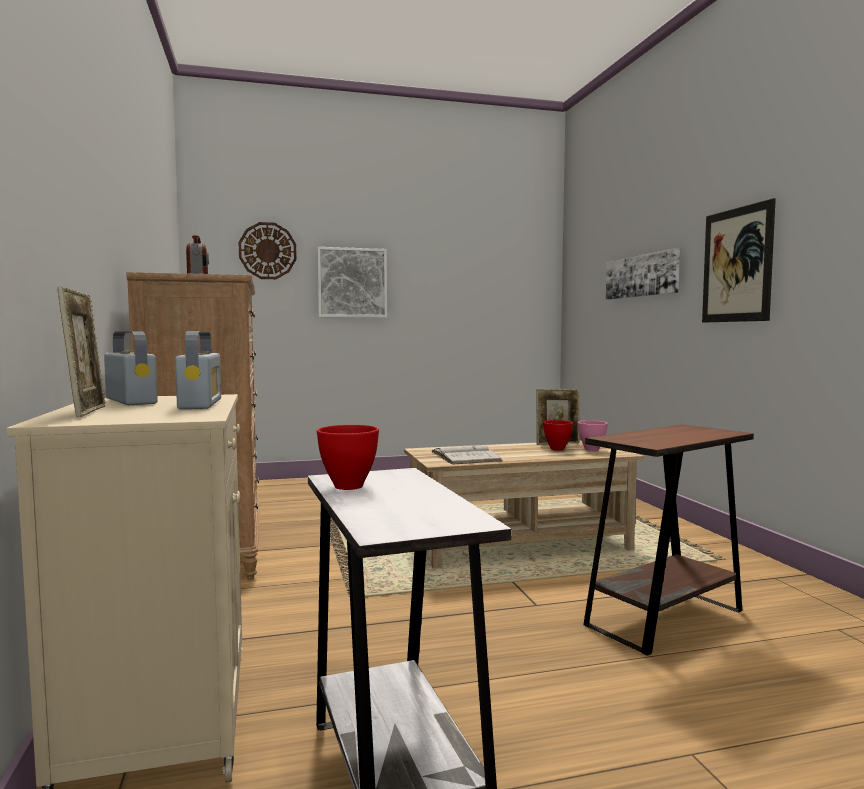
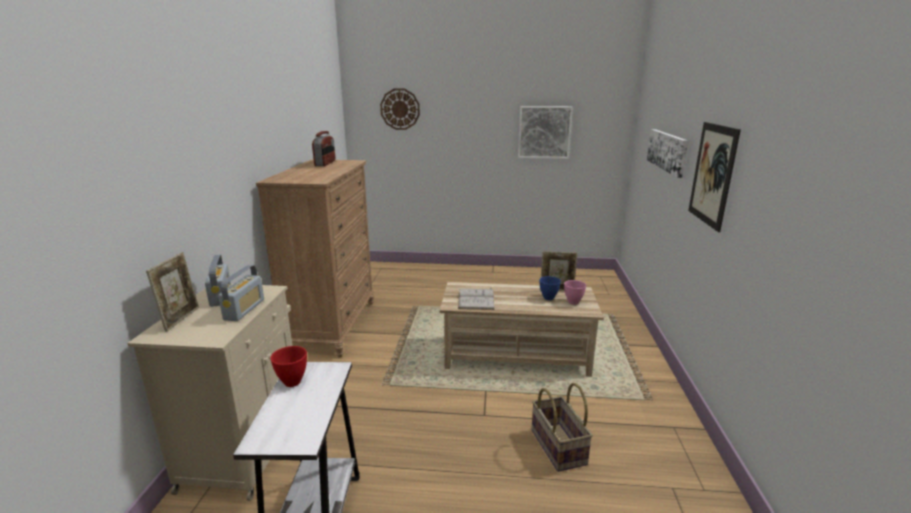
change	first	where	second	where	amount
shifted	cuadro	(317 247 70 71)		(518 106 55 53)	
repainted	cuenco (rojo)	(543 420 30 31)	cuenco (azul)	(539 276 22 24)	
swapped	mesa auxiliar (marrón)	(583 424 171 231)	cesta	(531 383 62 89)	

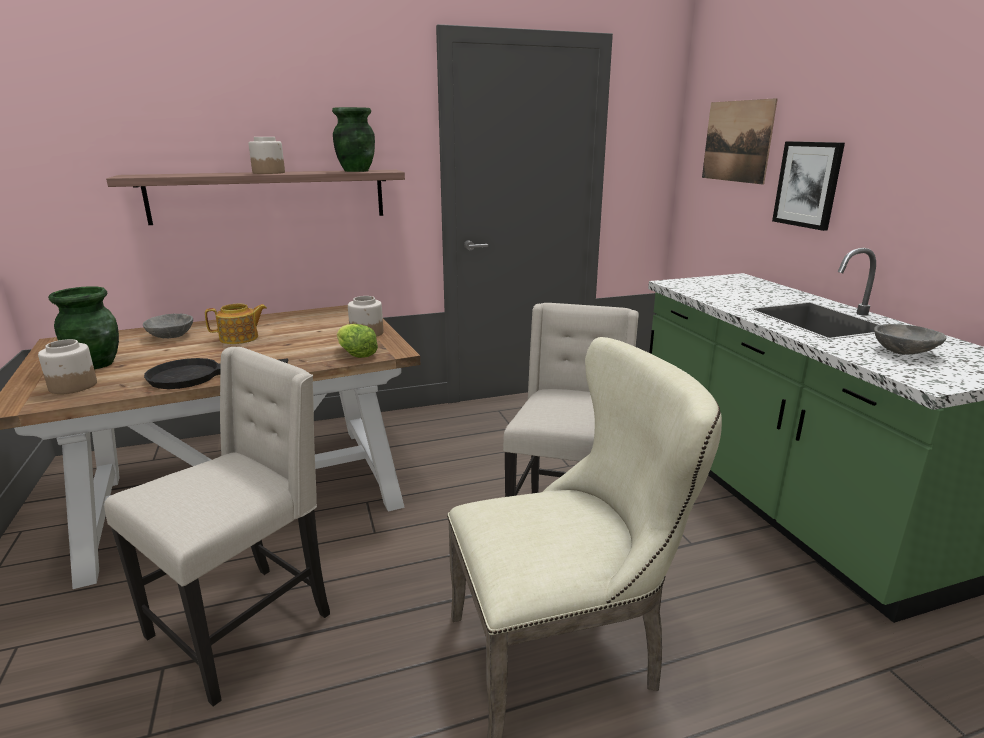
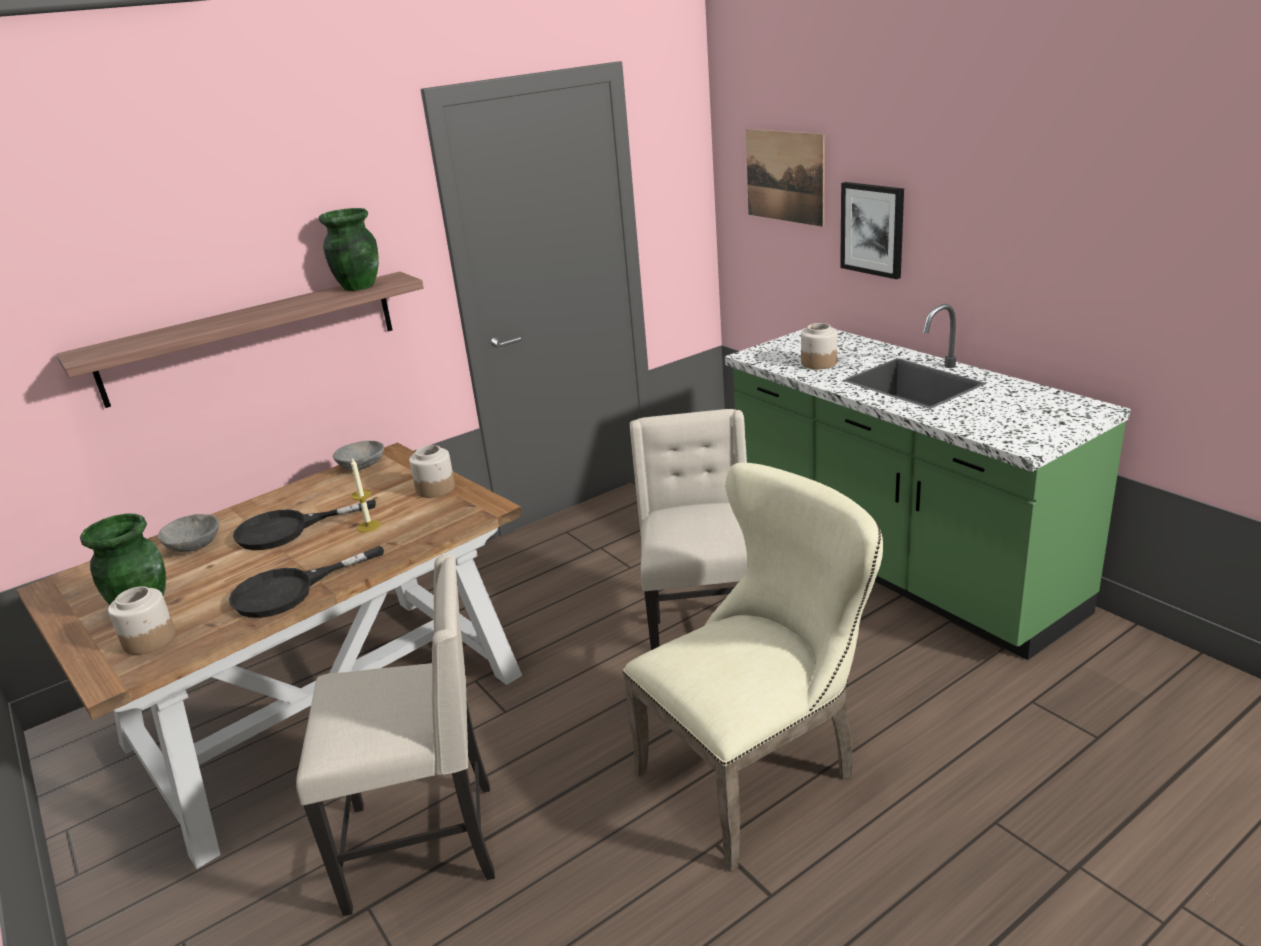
change	first	where	second	where	amount
shifted	tarro	(248 137 37 37)		(801 323 36 46)	
swapped	tetera	(205 303 62 41)	sartén (negro)	(233 499 143 51)	
gone	lechuga	(337 324 41 34)			
shifted	cuenco (gris)	(874 324 72 31)		(333 441 51 30)	
rotated	silla (beis)	(104 347 226 360)		(296 554 199 362)	60 degrees clockwise
new			vela	(351 458 30 74)	

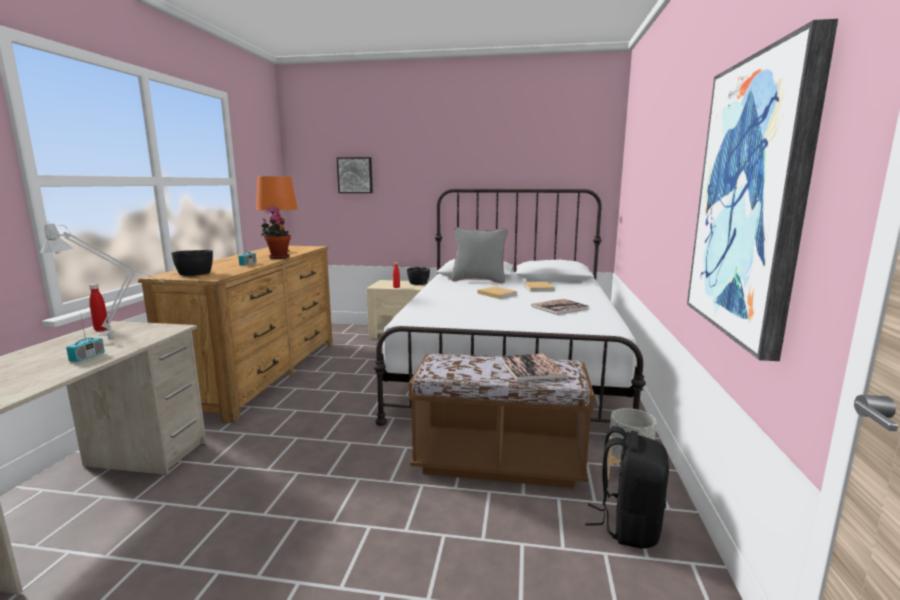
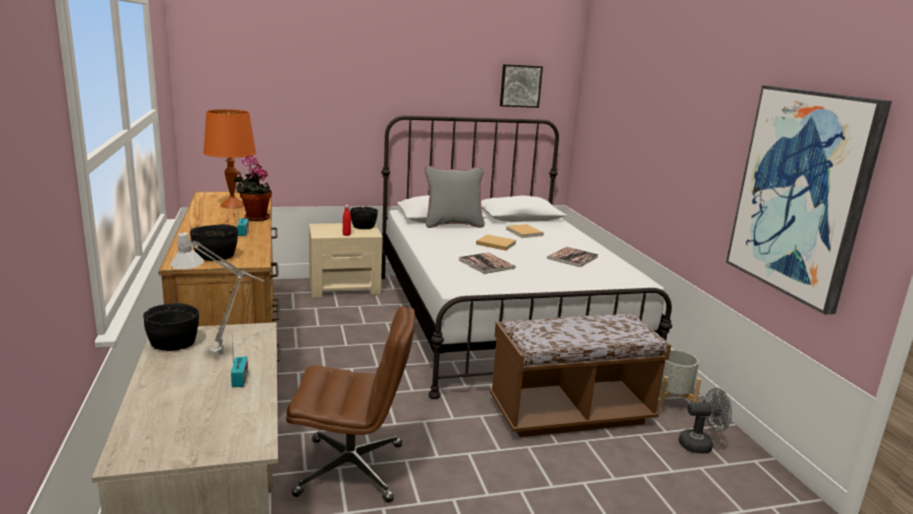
change	first	where	second	where	amount
shifted	cuadro	(337 157 36 36)		(500 64 43 44)	
swapped	botella (rojo)	(89 284 19 47)	cuenco (negro)	(143 303 56 48)	
shifted	libro	(500 353 67 29)		(459 253 57 21)	
swapped	mochila (negro)	(585 426 84 123)	ventilador (gris)	(679 388 53 66)	
new			silla de oficina (marrón)	(286 306 129 196)	

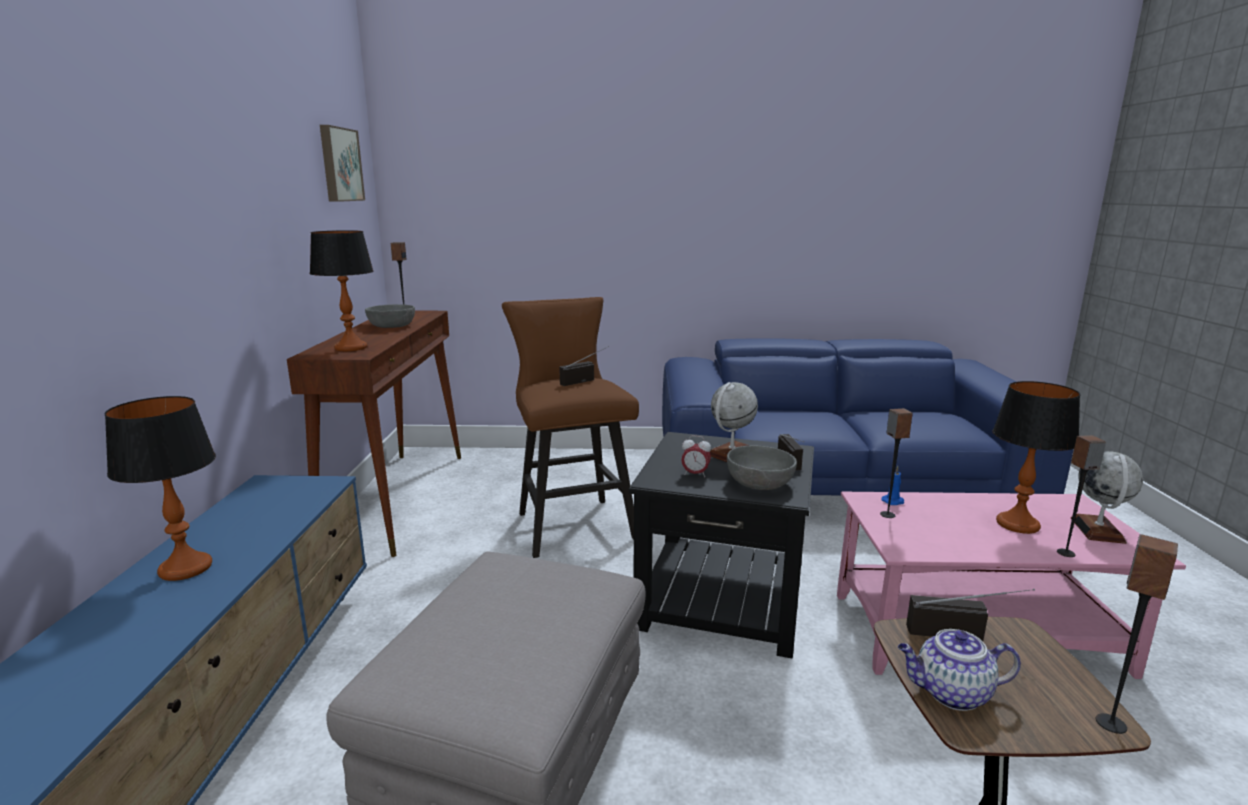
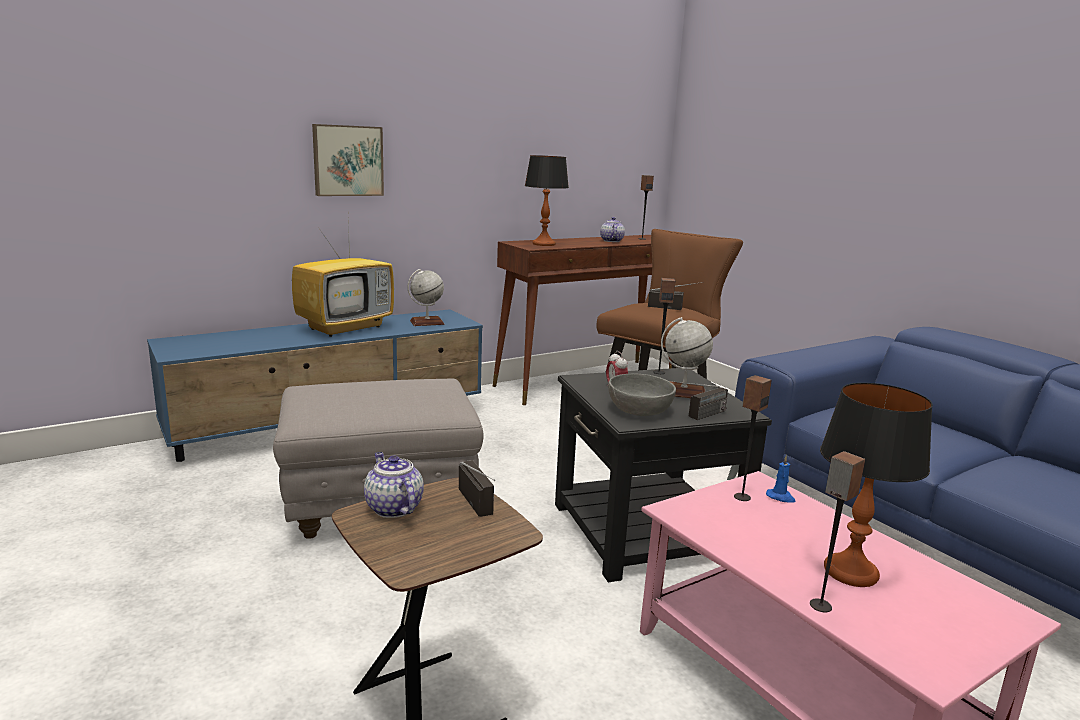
change	first	where	second	where	amount
shifted	cuadro	(320 125 45 77)		(312 124 72 72)	
swapped	cuenco (gris)	(365 304 50 24)	tetera	(600 217 25 25)	
swapped	lámpara de mesa	(105 396 111 185)	televisor	(292 220 102 117)	
shifted	globo terráqueo	(1071 451 72 93)		(407 269 37 57)	
shifted	altavoz	(1095 534 83 200)		(653 278 22 96)	

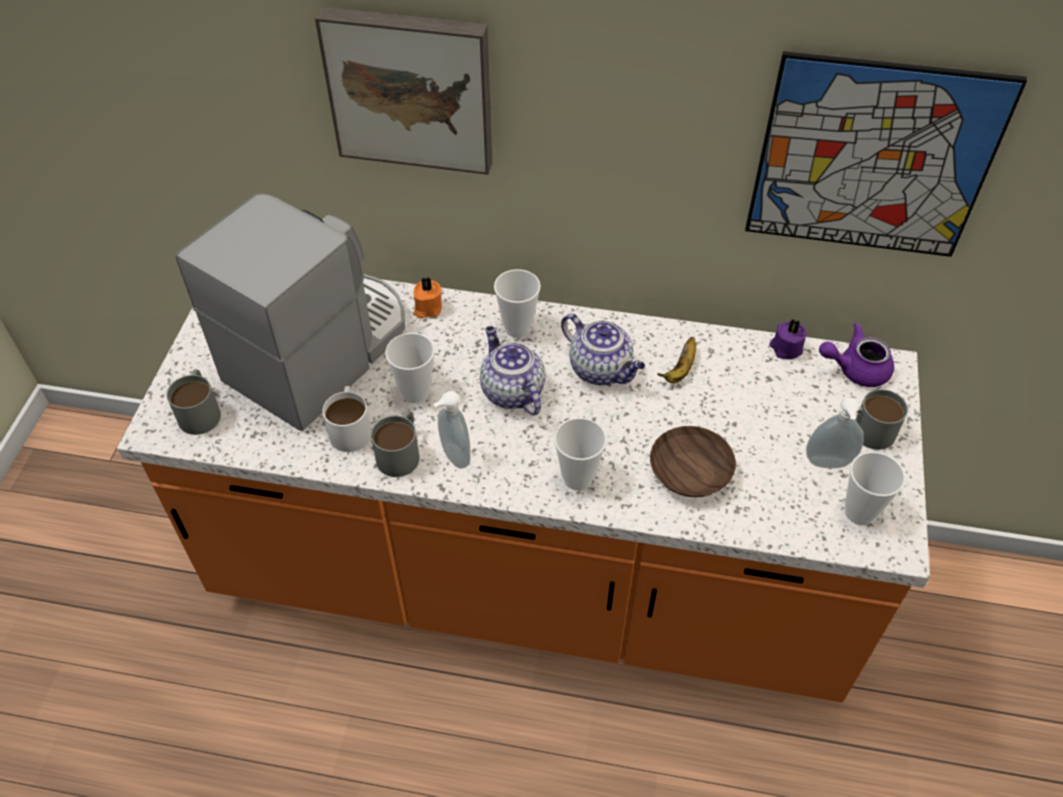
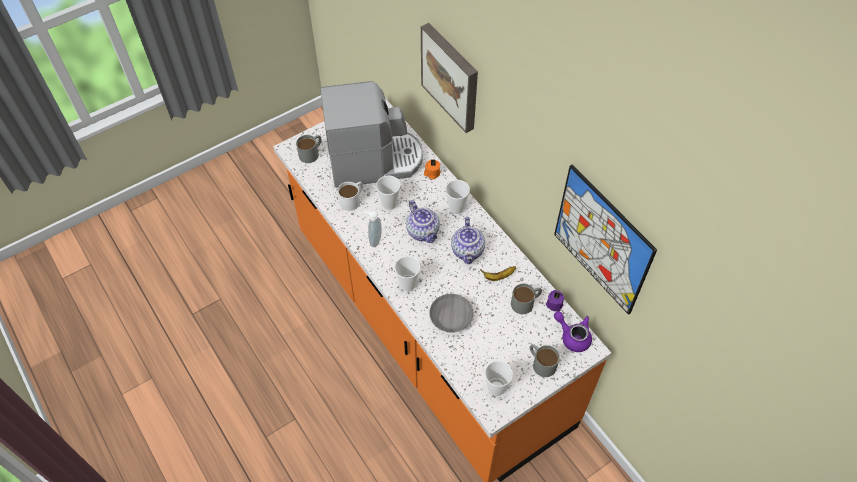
change	first	where	second	where	amount
rotated	tetera	(480 326 66 89)		(406 200 34 43)	135 degrees clockwise
gone	dispensador de jabón	(806 398 58 70)			
shifted	taza grande (gris)	(371 411 49 66)		(511 283 31 31)	
repainted	cuenco (marrón)	(650 426 86 71)	cuenco (gris)	(429 294 45 39)	

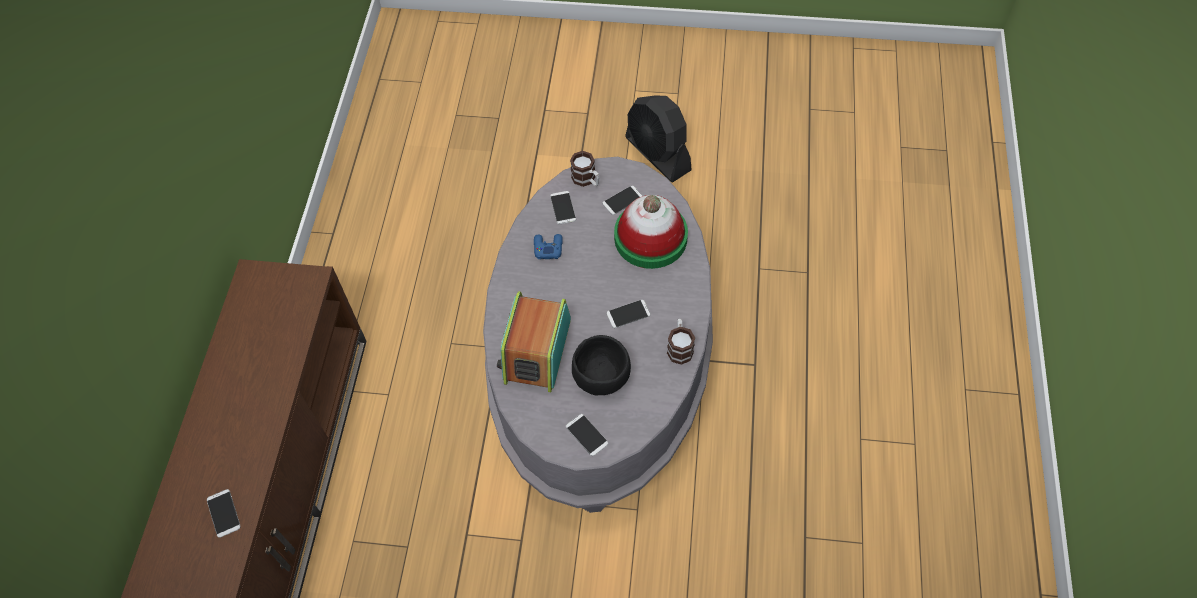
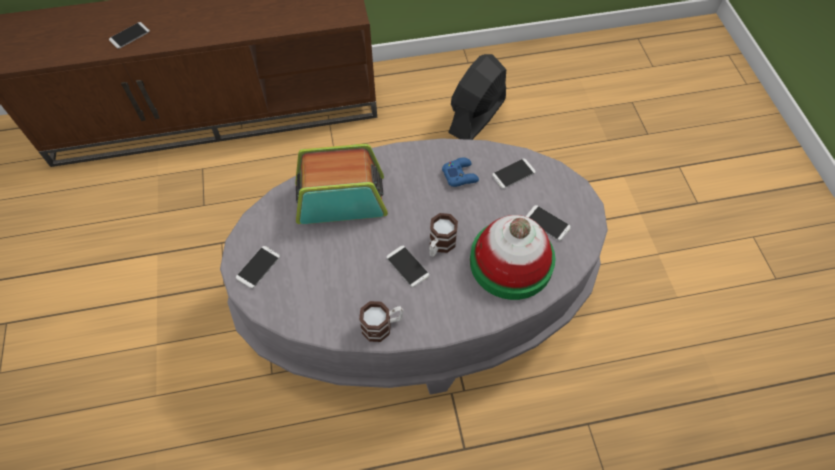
change	first	where	second	where	amount
shifted	ventilador (negro)	(625 95 67 87)		(448 54 58 86)	
shifted	taza grande	(570 151 30 36)		(429 213 29 44)	
gone	cuenco (negro)	(572 335 59 61)			

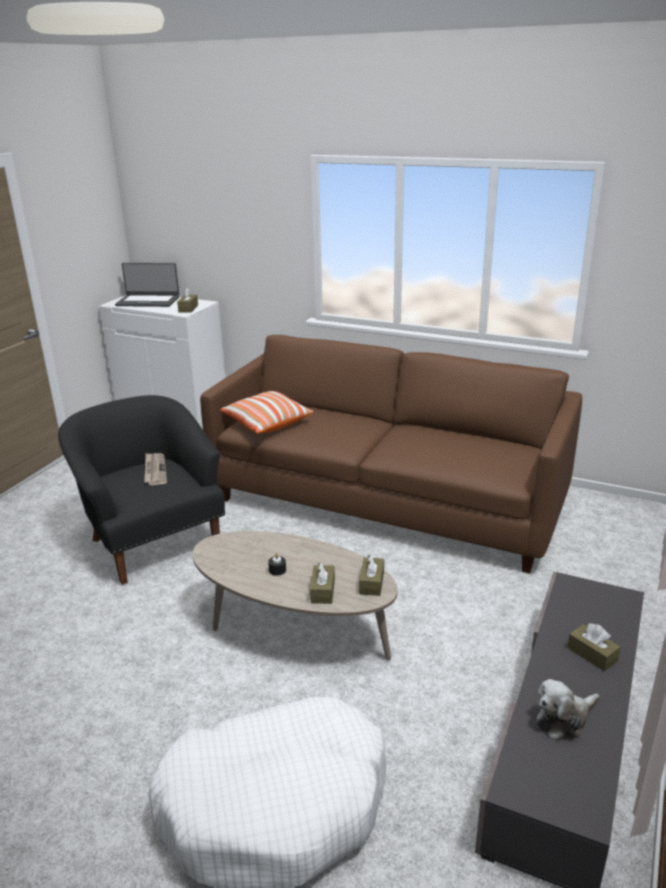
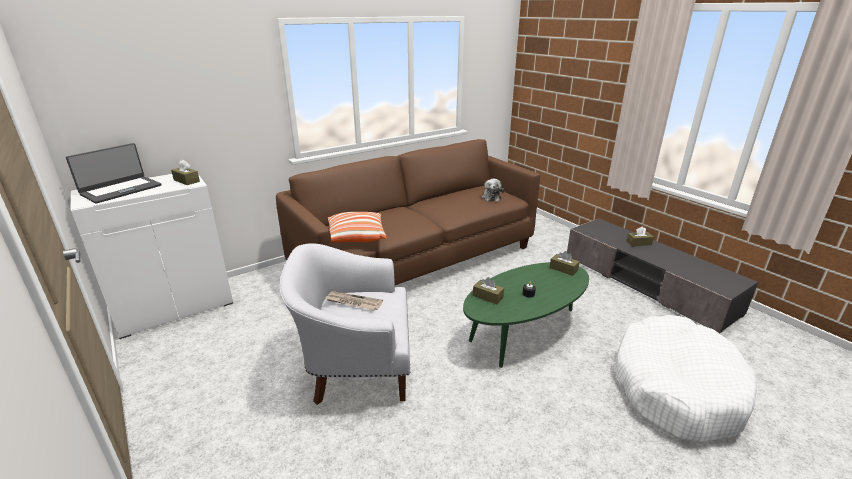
change	first	where	second	where	amount
repainted	sillón (negro)	(58 395 167 190)	sillón (blanco)	(279 243 131 162)	
repainted	mesa de centro (beis)	(192 531 206 129)	mesa de centro (verde)	(463 262 126 106)	
shifted	caja de pañuelos (marrón)	(310 562 25 42)		(473 277 31 27)	
shifted	peluche	(536 679 64 62)		(482 179 22 23)	

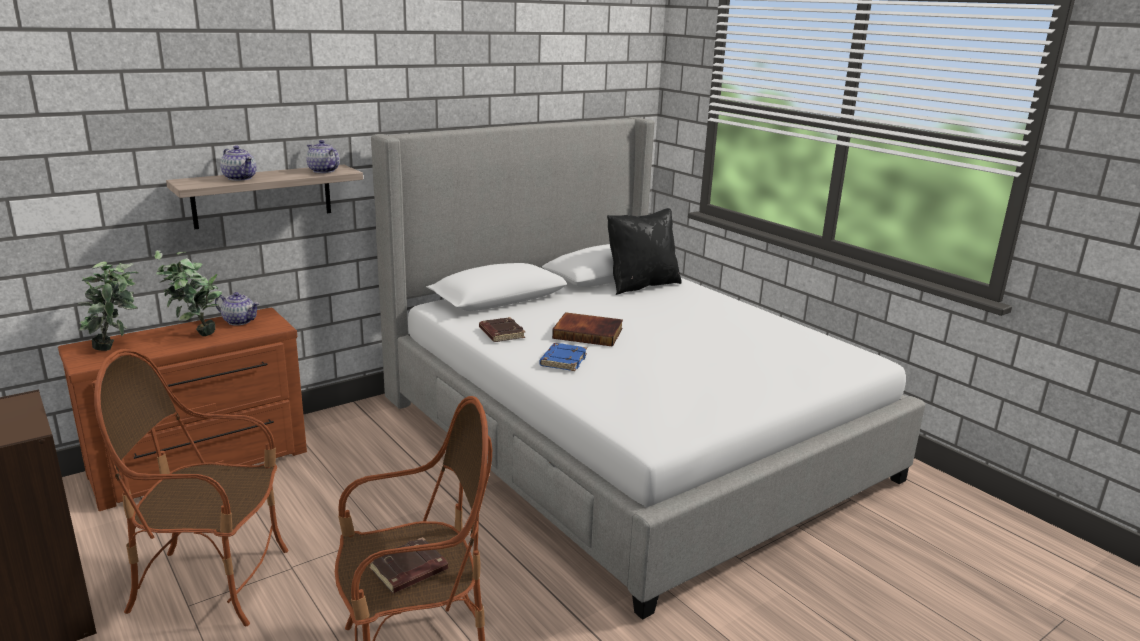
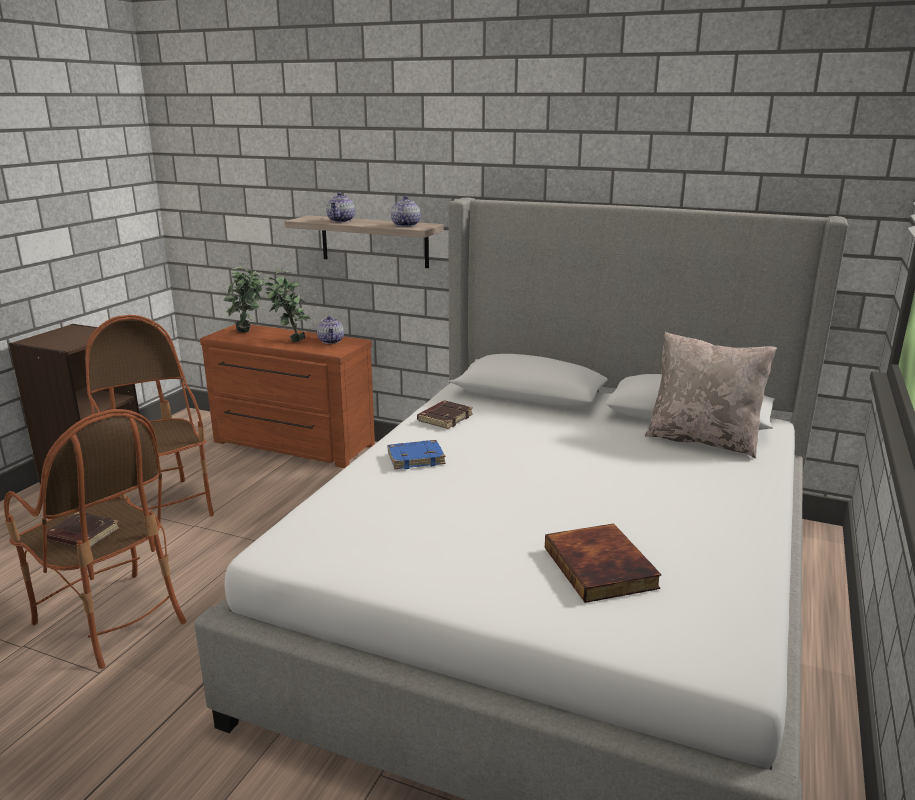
change	first	where	second	where	amount
repainted	cojín (negro)	(607 208 75 87)	cojín (beis)	(645 332 132 127)	
shifted	libro	(552 312 71 35)		(545 523 116 80)	

